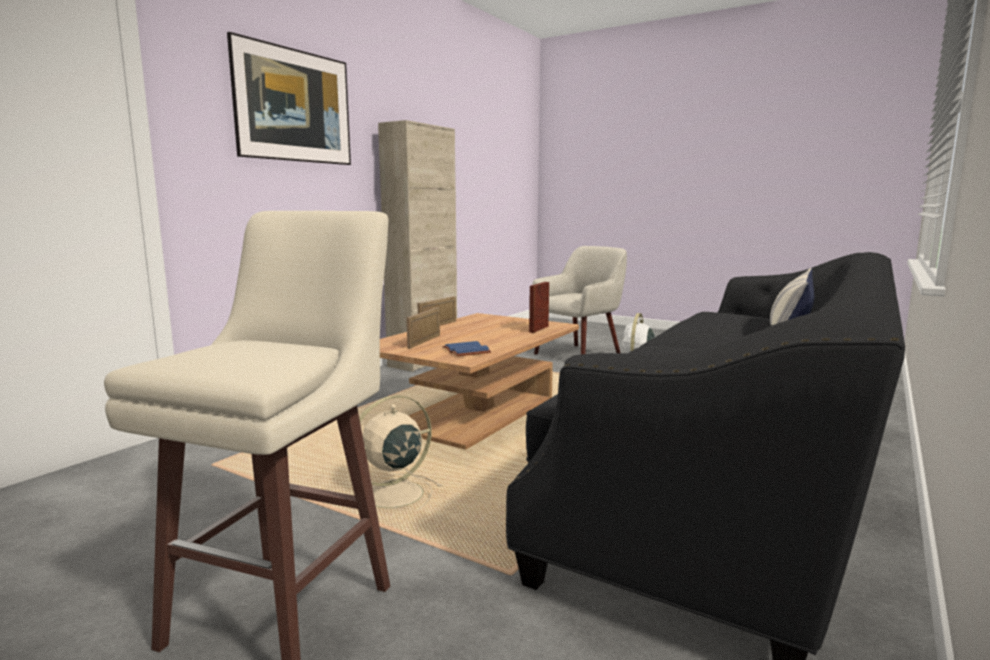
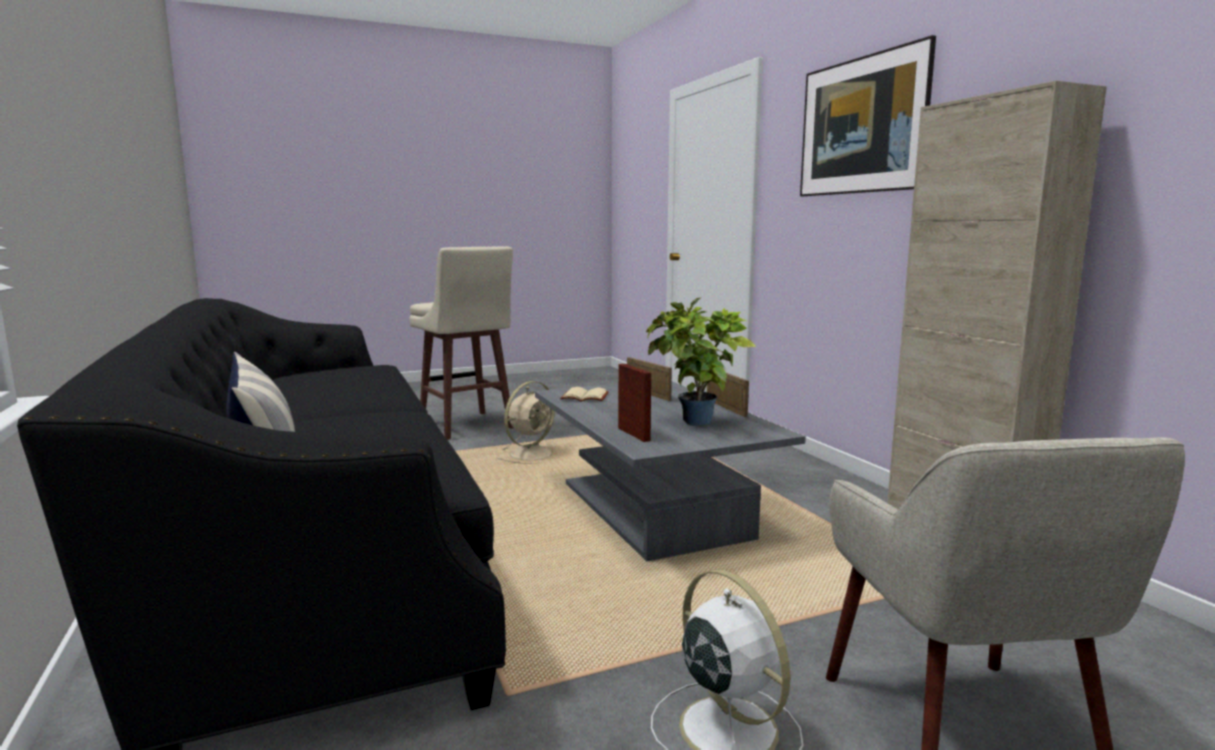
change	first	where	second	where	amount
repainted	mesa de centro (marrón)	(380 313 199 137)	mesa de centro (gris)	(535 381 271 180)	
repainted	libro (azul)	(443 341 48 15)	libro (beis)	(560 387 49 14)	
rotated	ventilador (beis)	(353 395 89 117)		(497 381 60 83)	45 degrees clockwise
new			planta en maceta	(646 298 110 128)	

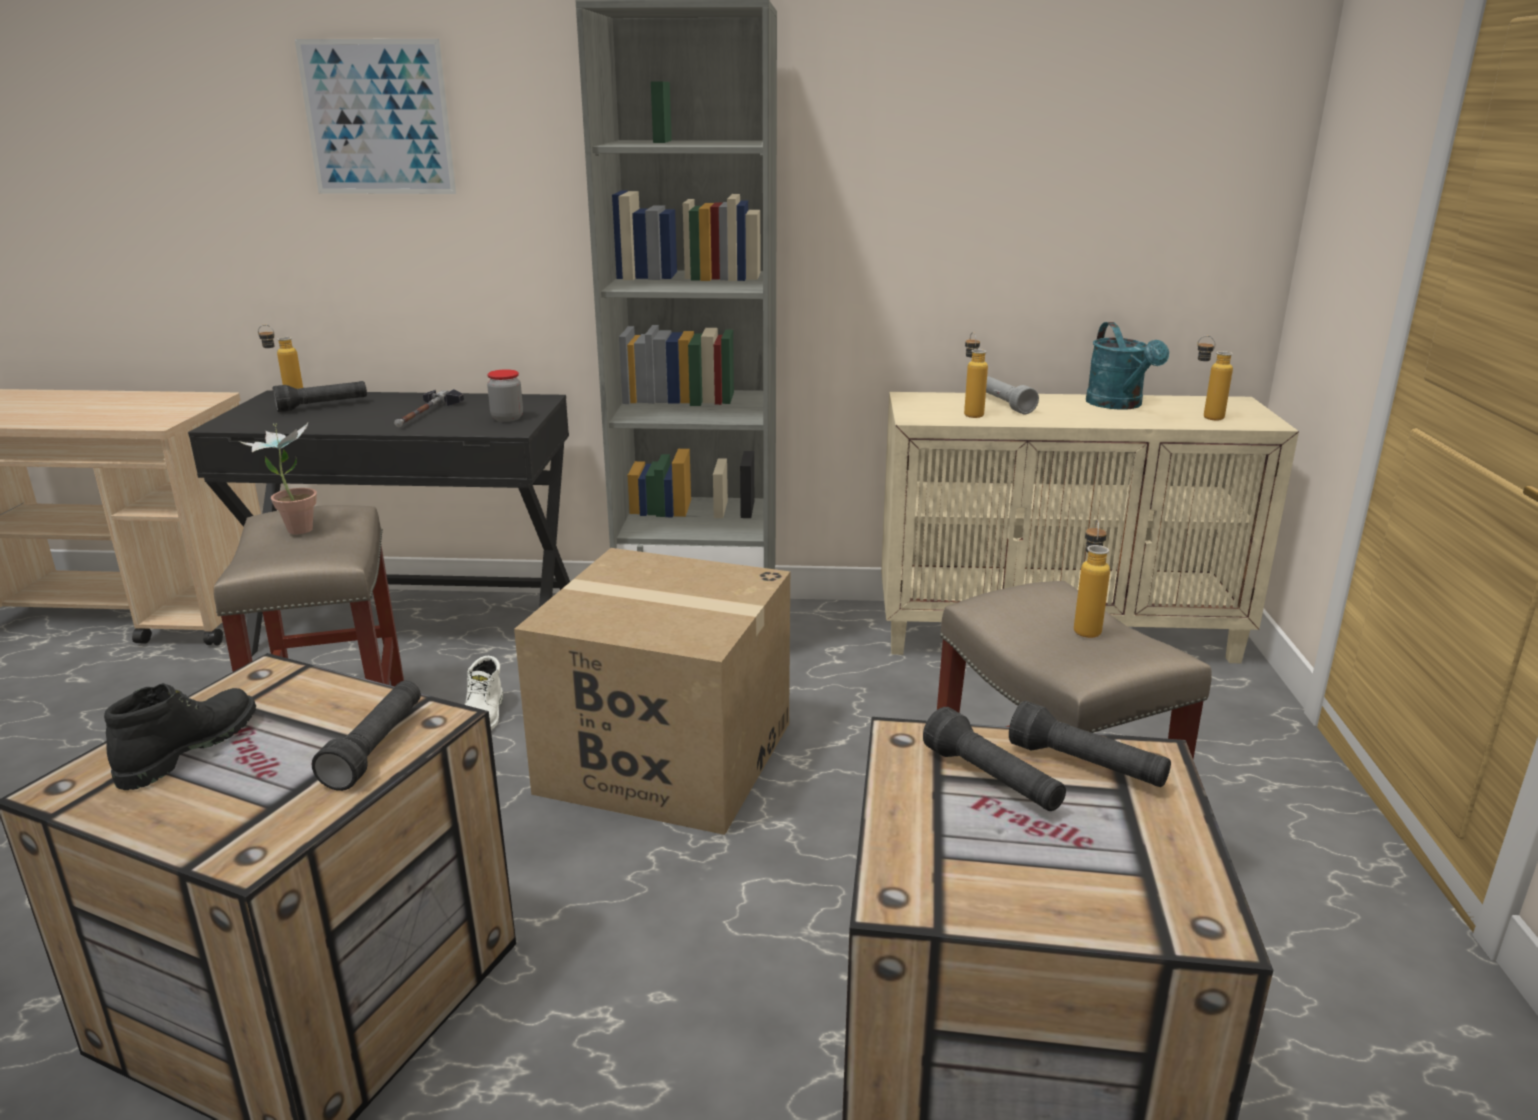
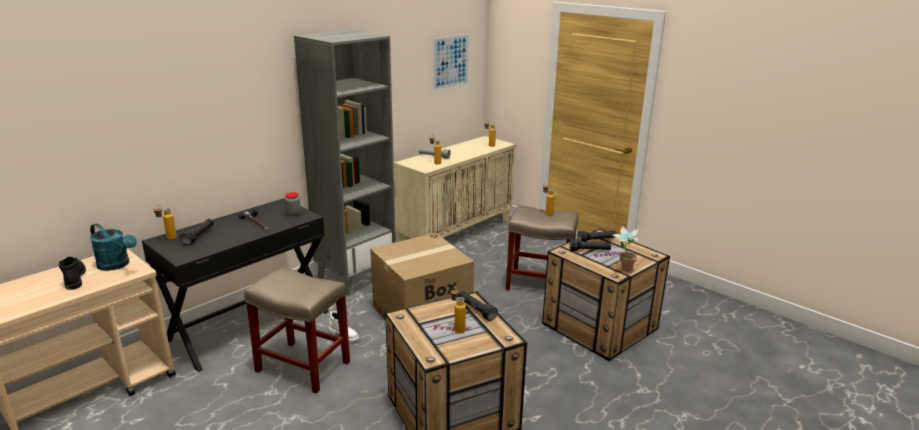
change	first	where	second	where	amount
shifted	cuadro	(295 39 161 155)		(433 34 36 56)	
shifted	regadera (turquesa)	(1086 322 83 88)		(90 223 47 48)	
shifted	planta en maceta	(239 423 78 111)		(612 226 27 46)	
shifted	bota (negro)	(104 683 152 107)		(58 257 28 33)	
new			botella	(451 287 15 46)	

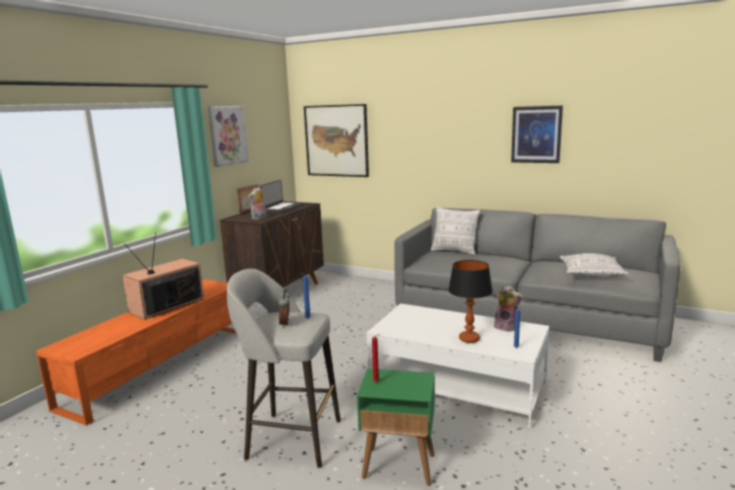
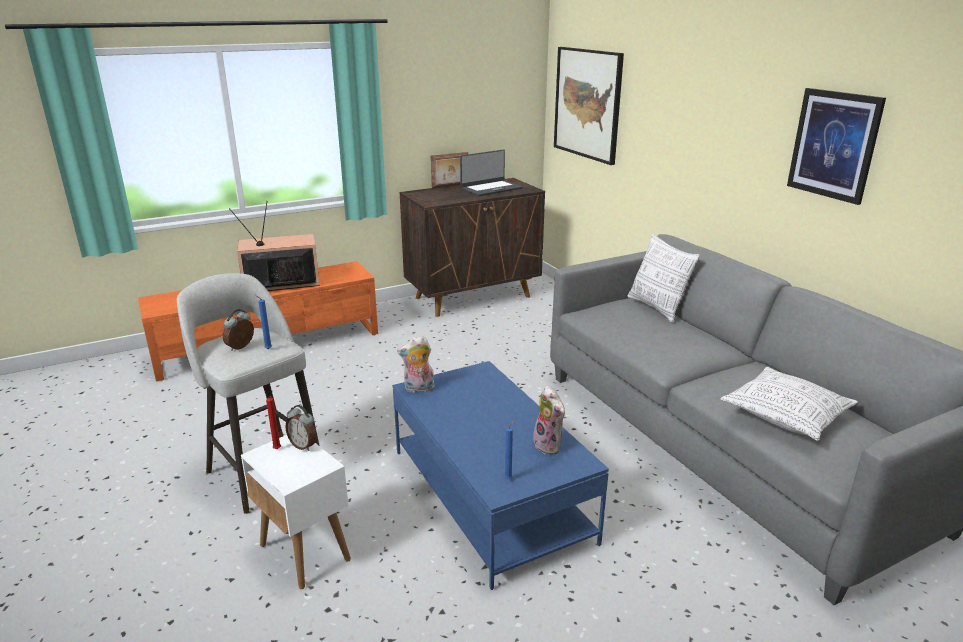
change	first	where	second	where	amount
gone	cuadro	(208 106 41 61)			
shifted	peluche	(248 187 18 33)		(397 336 37 57)	
gone	lámpara de mesa	(448 260 45 83)			
repainted	mesa de centro (blanco)	(366 303 183 125)	mesa de centro (azul)	(392 361 217 229)	
repainted	mesa auxiliar (verde)	(357 369 78 117)	mesa auxiliar (blanco)	(241 435 110 154)	
new			despertador	(285 405 31 46)	

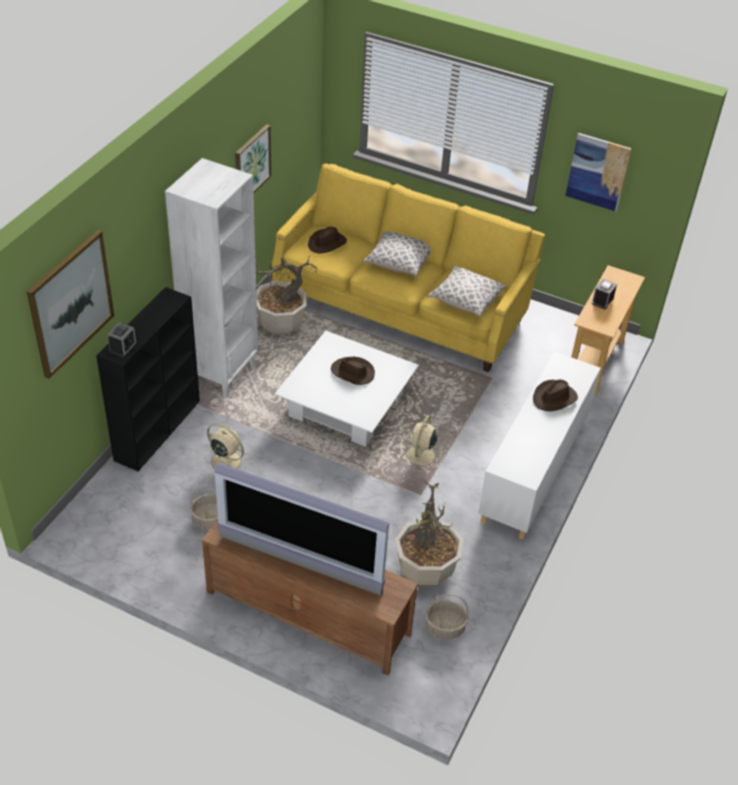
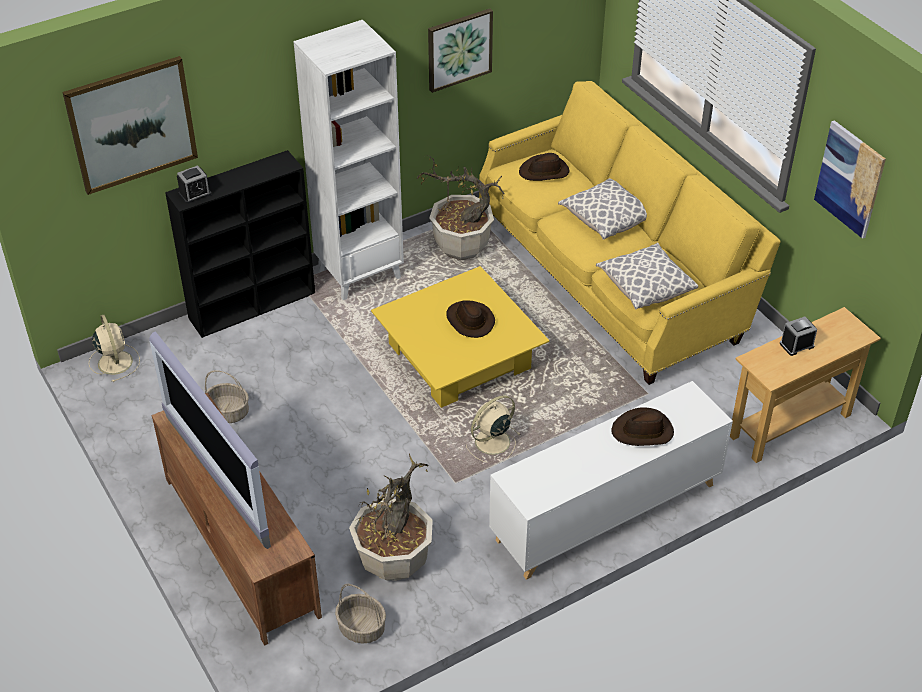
change	first	where	second	where	amount
repainted	mesa de centro (blanco)	(274 331 145 116)	mesa de centro (amarillo)	(371 266 179 142)	
shifted	ventilador (beis)	(203 423 46 51)		(89 315 51 67)	

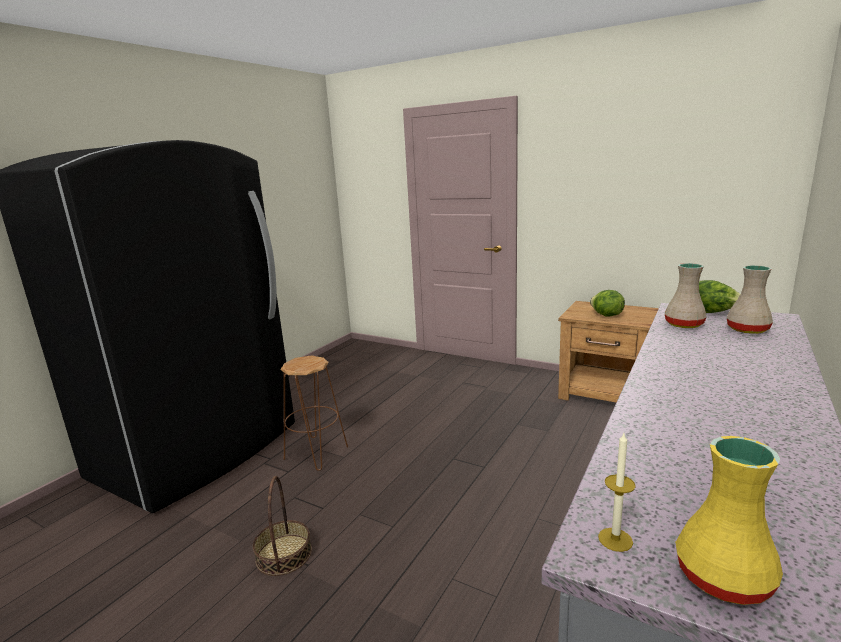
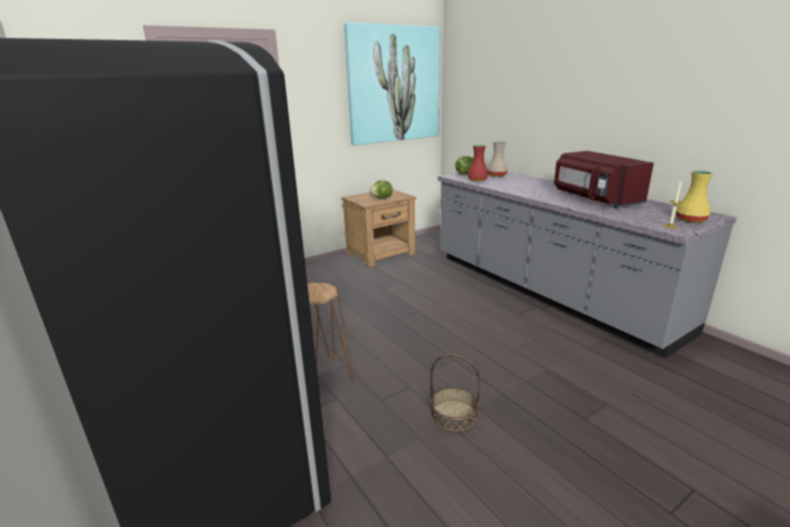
change	first	where	second	where	amount
repainted	florero (beis)	(665 263 42 65)	florero (rojo)	(468 145 21 36)	
new			cuadro	(344 22 96 123)	
new			microondas (rojo)	(554 151 100 56)	

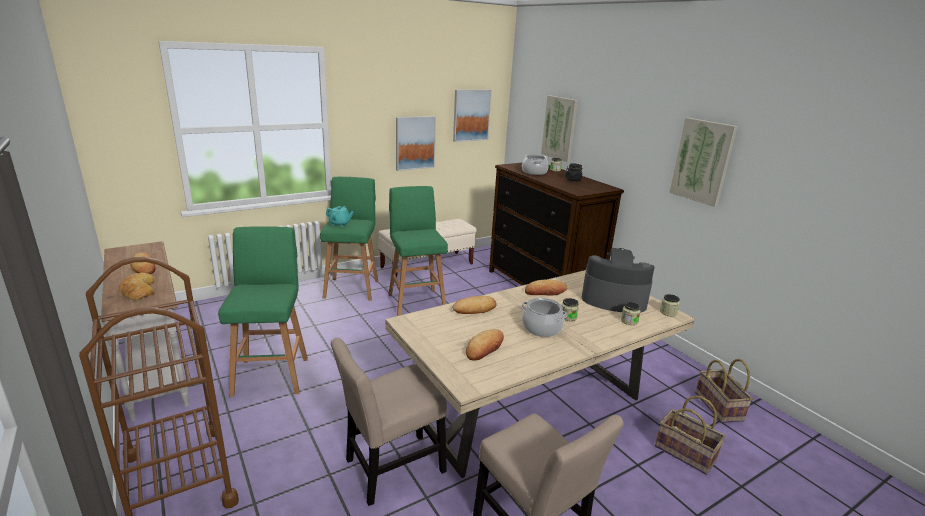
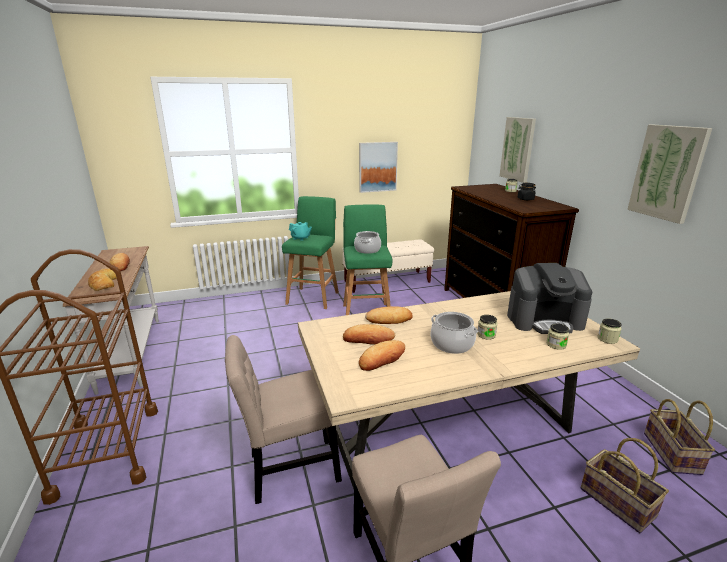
change	first	where	second	where	amount
gone	cuadro	(453 90 38 52)			
shifted	olla	(522 154 27 21)		(354 231 27 23)	
gone	taburete (verde)	(218 226 90 171)			
rotated	cafetera	(582 248 72 65)		(507 263 85 71)	150 degrees clockwise
shifted	pan	(525 279 43 17)		(343 324 52 21)	

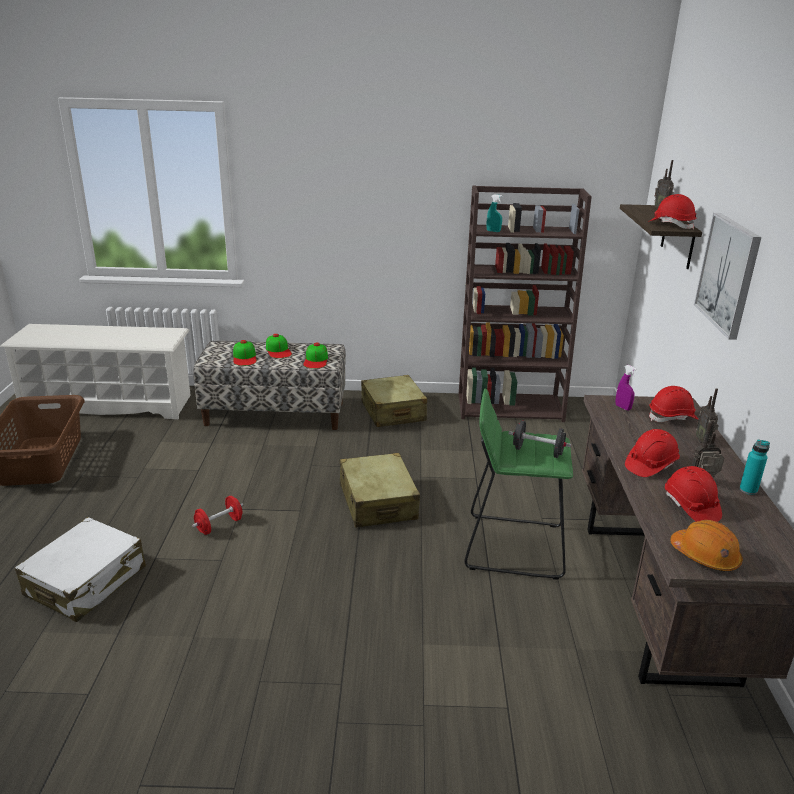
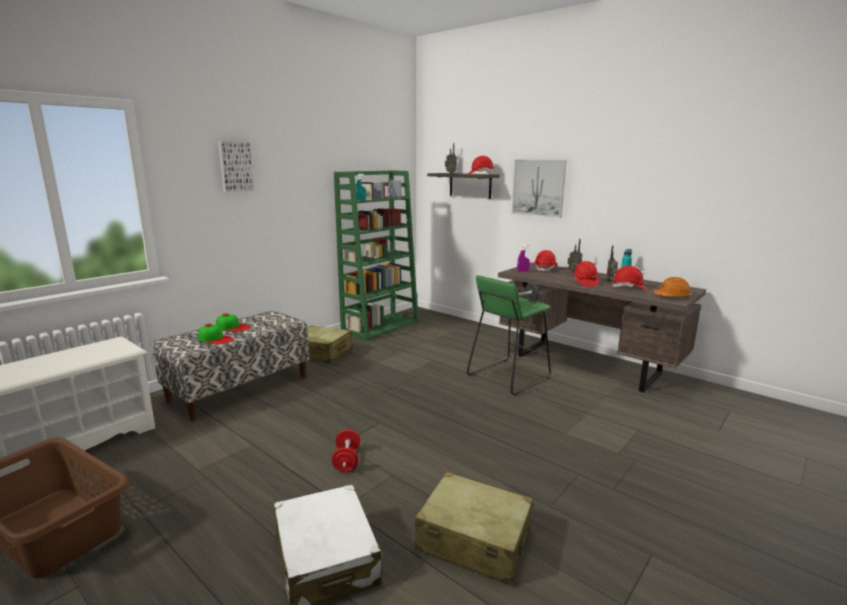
change	first	where	second	where	amount
repainted	estantería (marrón)	(458 186 134 236)	estantería (verde)	(334 170 84 171)	
gone	gorra	(303 343 25 26)			
shifted	maleta (beis)	(340 453 80 75)		(414 472 119 114)	
new			cuadro	(218 141 37 51)	

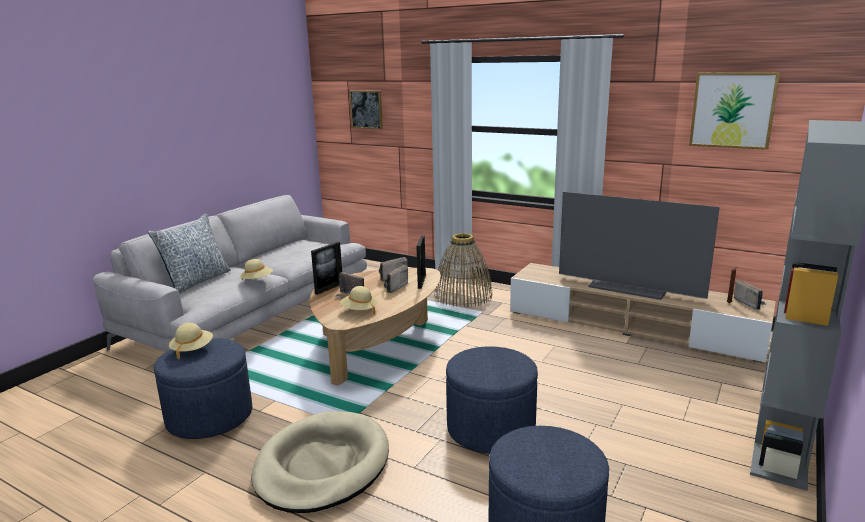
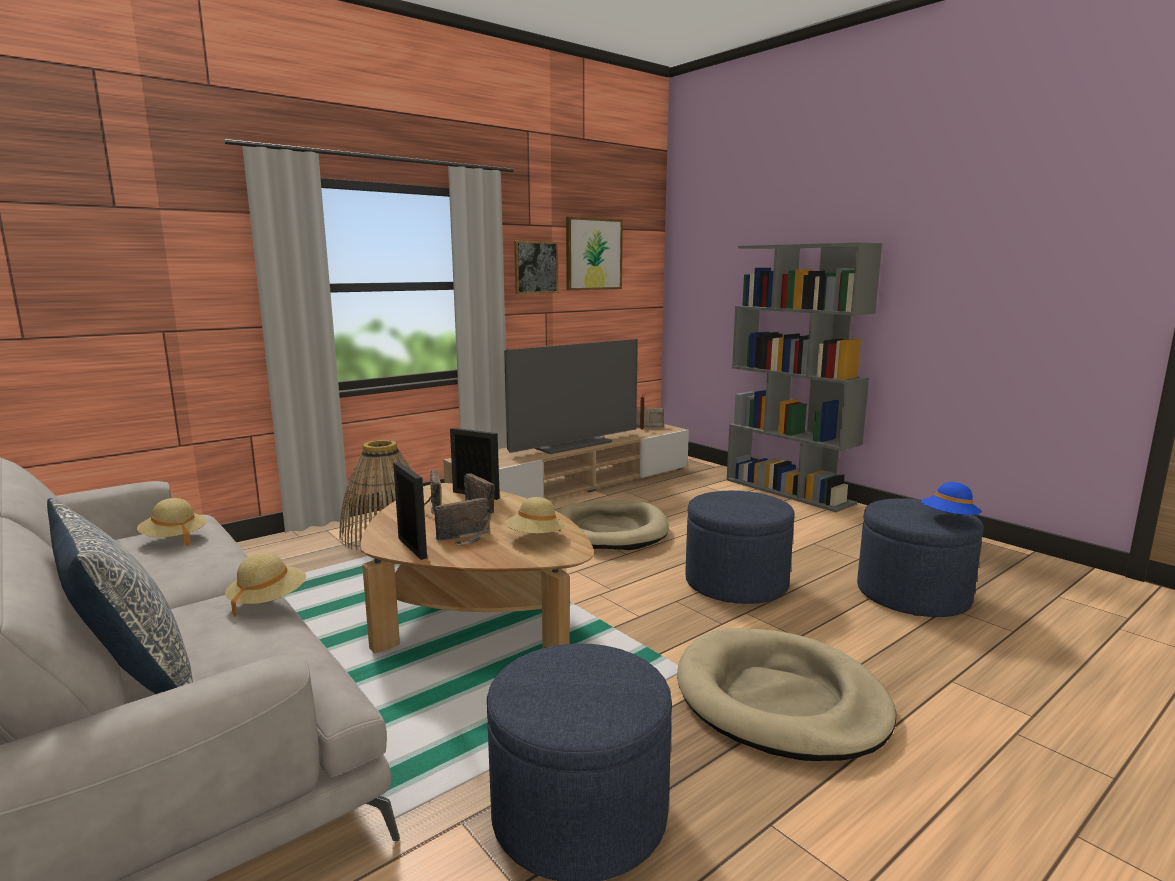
change	first	where	second	where	amount
shifted	cuadro	(349 90 34 39)		(514 241 44 53)	
shifted	sombrero (beis)	(169 323 44 36)		(137 498 70 48)	
new			sombrero (azul)	(921 482 61 34)	
new			cama para perro (beis)	(558 500 111 50)	

